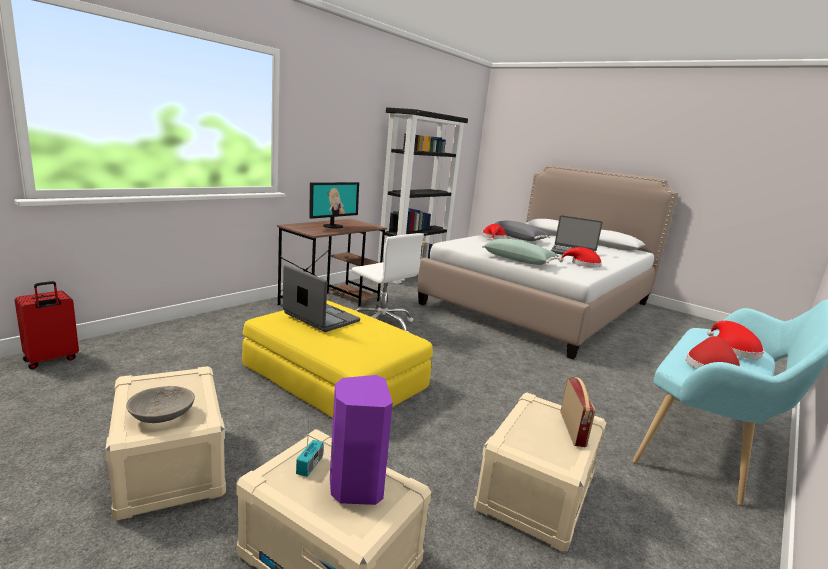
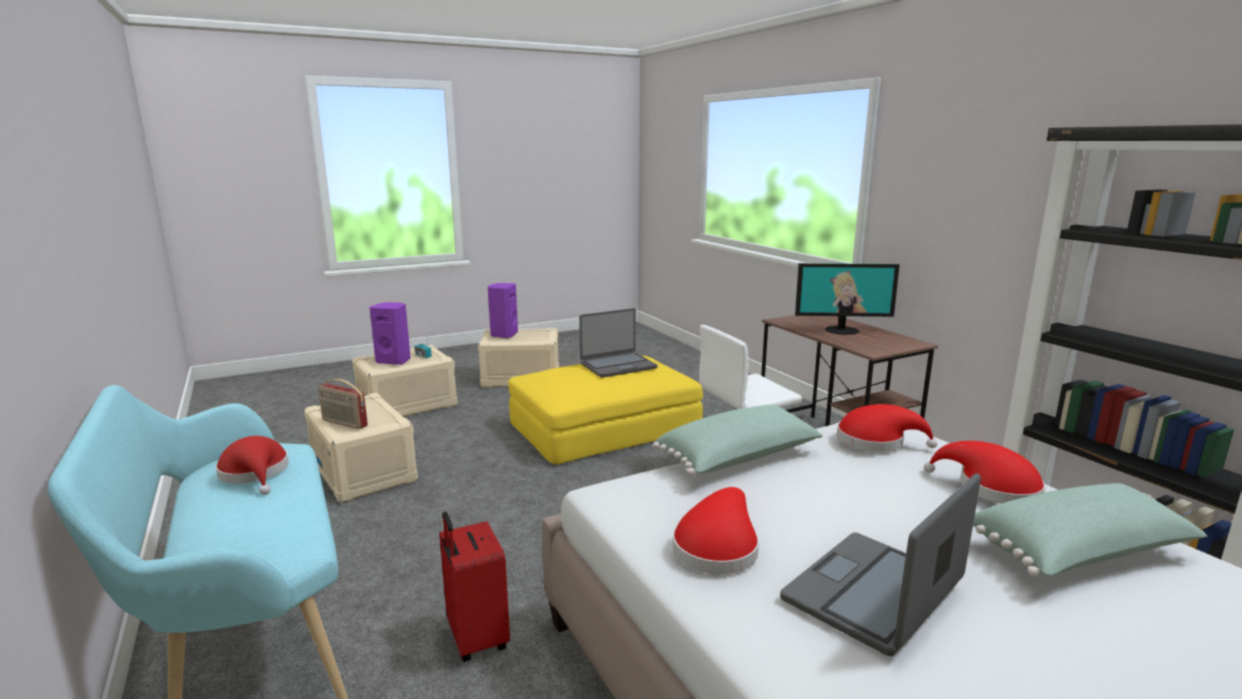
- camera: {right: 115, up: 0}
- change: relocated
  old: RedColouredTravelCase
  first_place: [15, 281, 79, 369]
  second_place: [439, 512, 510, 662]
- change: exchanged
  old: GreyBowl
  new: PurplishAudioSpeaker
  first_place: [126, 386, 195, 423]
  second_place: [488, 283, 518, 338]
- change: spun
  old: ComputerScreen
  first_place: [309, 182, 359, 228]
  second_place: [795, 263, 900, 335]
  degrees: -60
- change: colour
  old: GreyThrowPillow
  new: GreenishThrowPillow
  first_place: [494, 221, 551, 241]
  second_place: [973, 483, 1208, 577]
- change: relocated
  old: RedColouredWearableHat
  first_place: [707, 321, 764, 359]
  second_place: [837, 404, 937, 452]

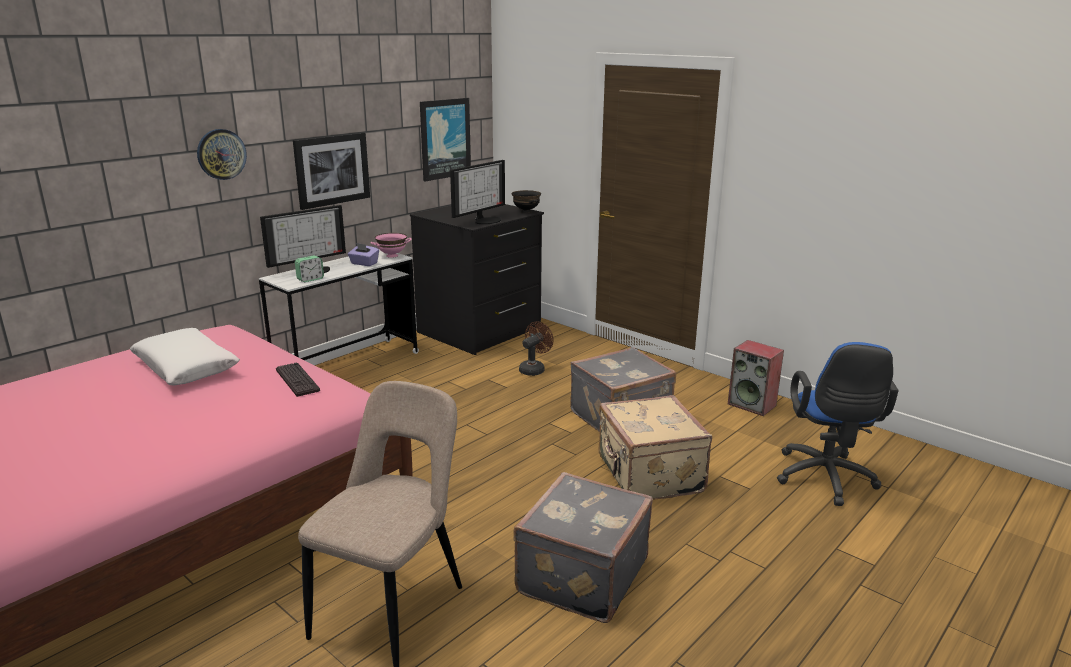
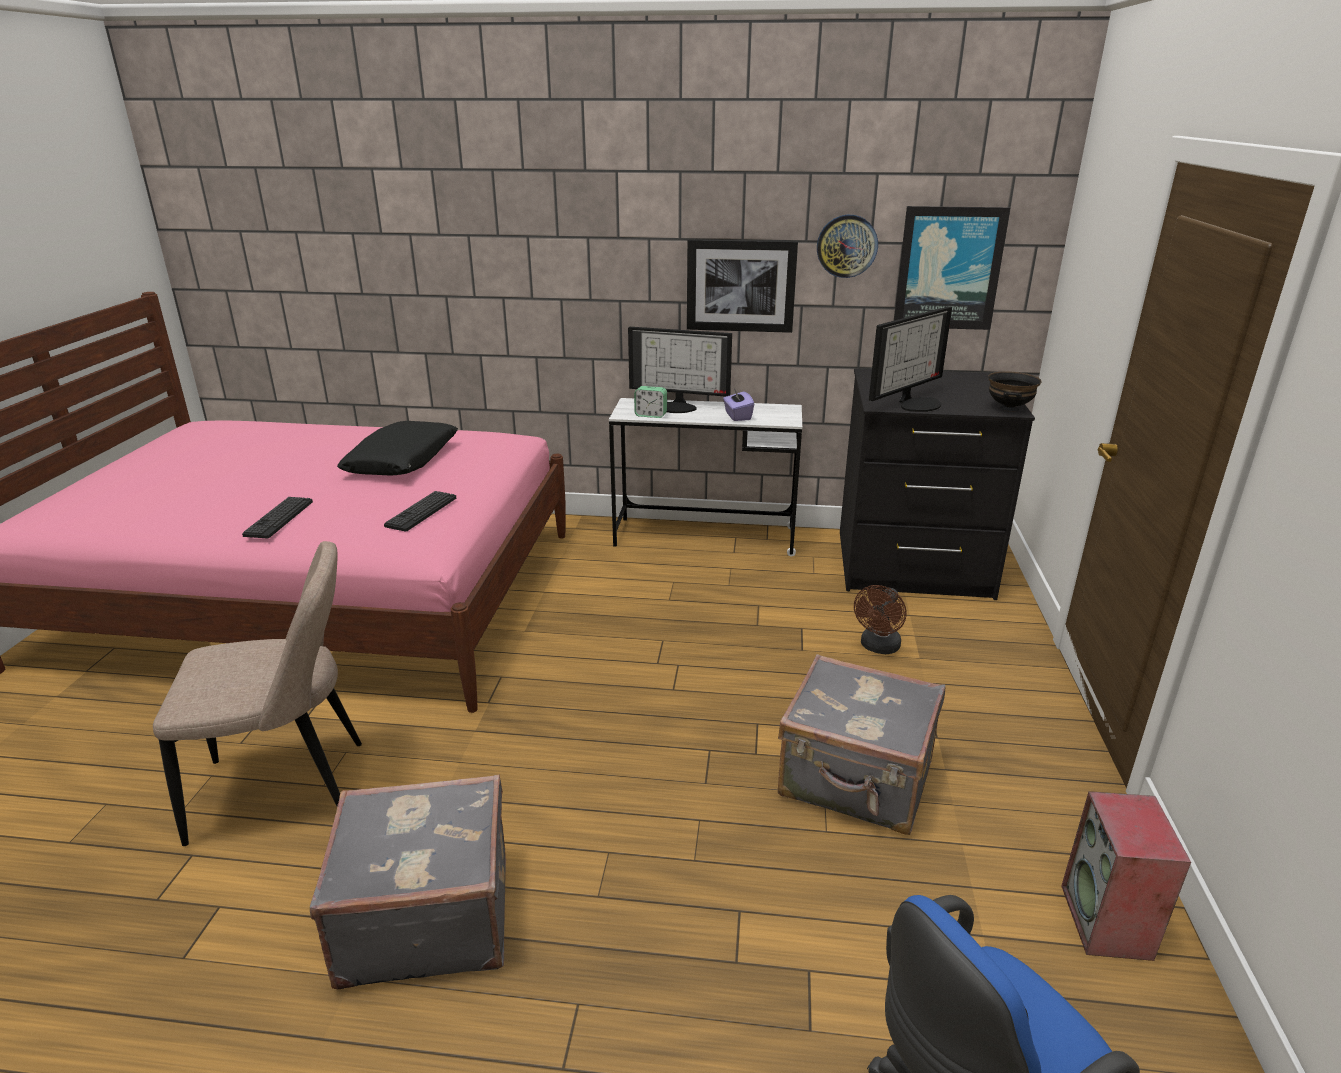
- camera: {right: 55, up: 5}
- change: colour
  old: WhiteThrowPillow
  new: BlackColouredThrowPillow
  first_place: [130, 328, 240, 385]
  second_place: [337, 421, 458, 476]
- change: relocated
  old: ClockOnTheWall
  first_place: [197, 129, 247, 180]
  second_place: [817, 215, 878, 278]
- change: missing
  old: PinkishBowl
  first_place: [370, 233, 412, 258]
- change: spun
  old: ComputerScreen
  first_place: [450, 160, 505, 224]
  second_place: [869, 306, 952, 412]
  degrees: -45
- change: spun
  old: BrownishElectricFan
  first_place: [519, 322, 554, 376]
  second_place: [854, 585, 907, 654]
  degrees: 120
- change: missing
  old: BeigeTravelCase
  first_place: [599, 395, 712, 500]
- change: appeared
  new: ComputerKeyboard
  second_place: [242, 497, 313, 538]

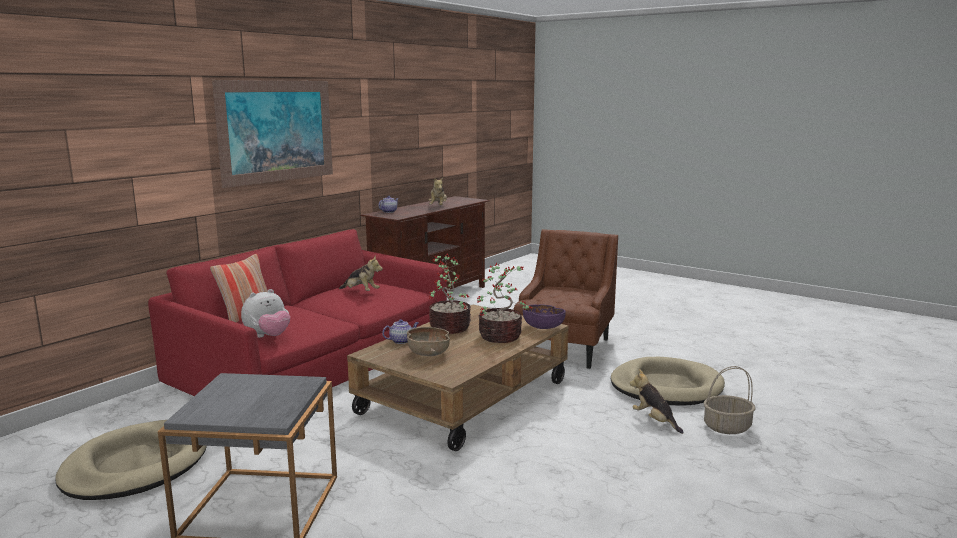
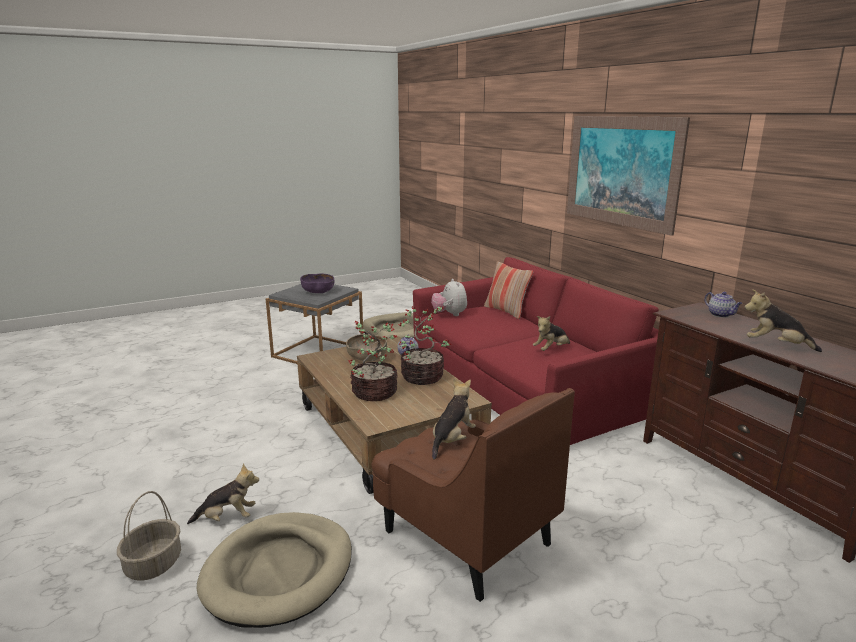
- camera: {right: 115, up: 5}
- change: relocated
  old: PurplishBowl
  first_place: [523, 305, 566, 329]
  second_place: [300, 273, 334, 293]
- change: appeared
  new: CuddlyToy
  second_place: [432, 379, 476, 460]

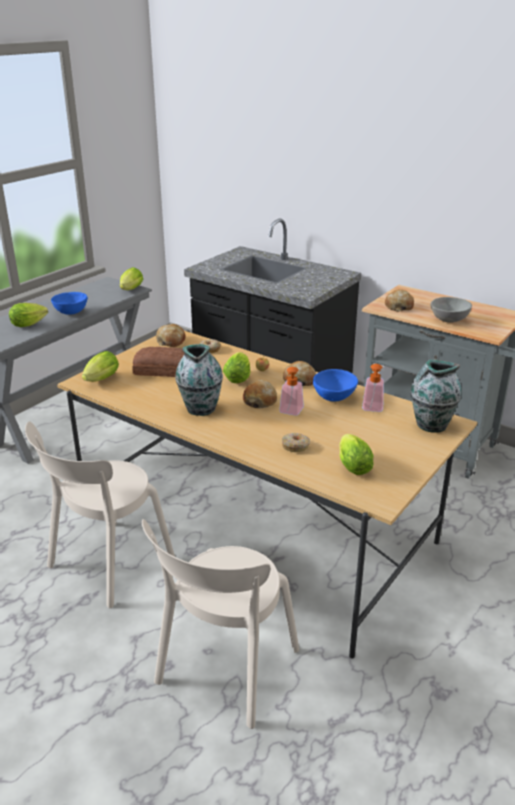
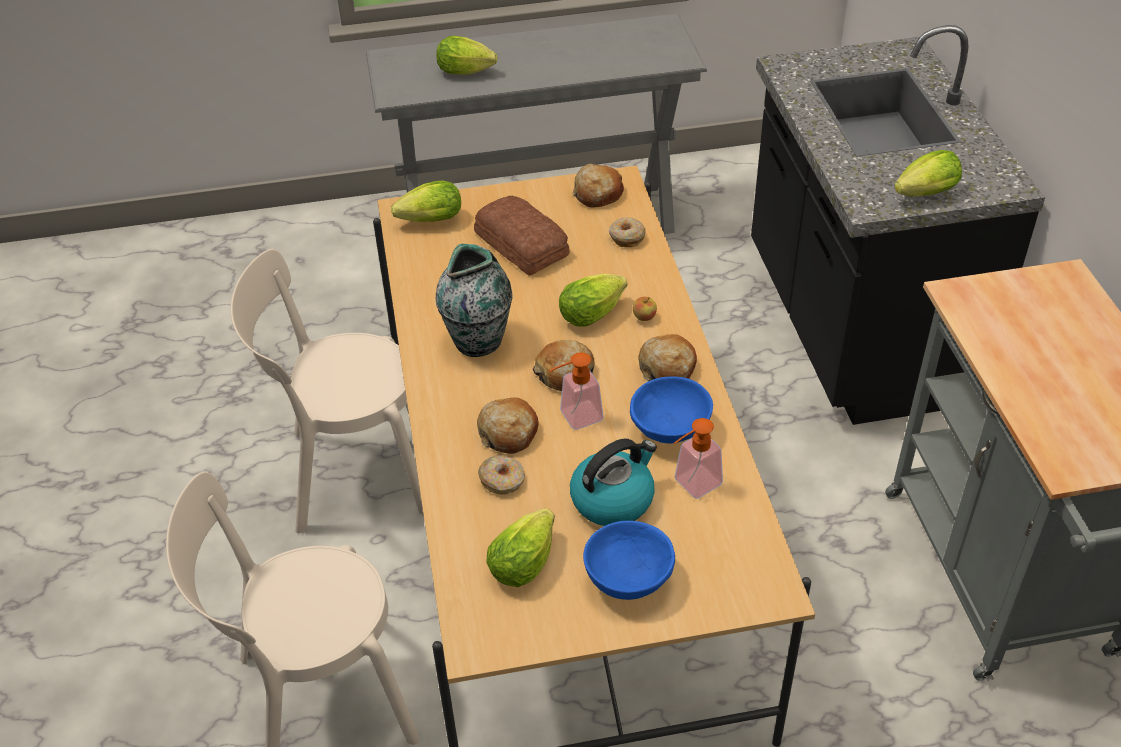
- camera: {right: 45, up: 15}
- change: relocated
  old: BluishBowl
  first_place: [51, 292, 88, 315]
  second_place: [583, 521, 675, 600]
- change: relocated
  old: HeadOfLettuce
  first_place: [120, 267, 143, 290]
  second_place: [894, 150, 962, 196]
- change: relocated
  old: BakeryBread
  first_place: [385, 289, 414, 312]
  second_place: [477, 397, 539, 454]
- change: missing
  old: DecorativeVase
  first_place: [411, 360, 461, 433]
- change: missing
  old: GreyBowl
  first_place: [430, 297, 472, 323]
- change: appeared
  new: TeaKettle
  second_place: [570, 439, 657, 526]

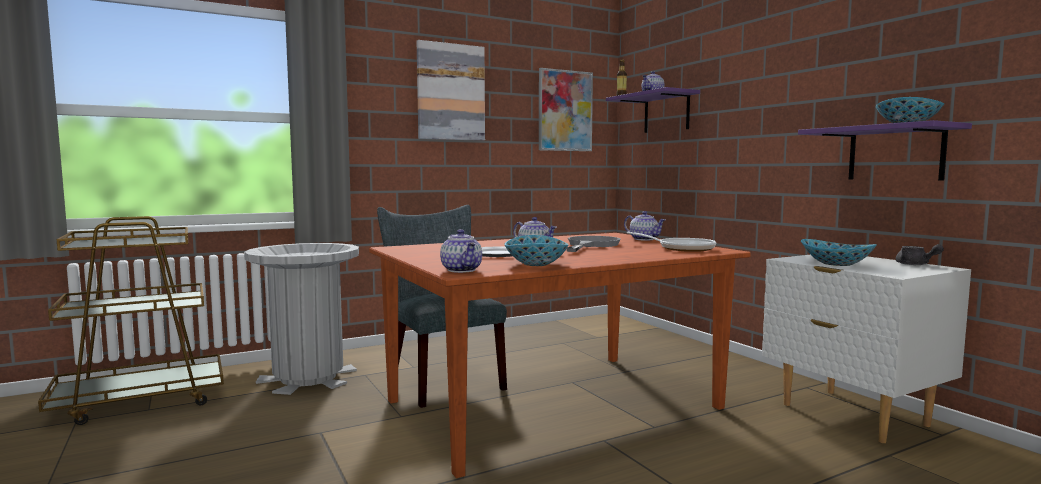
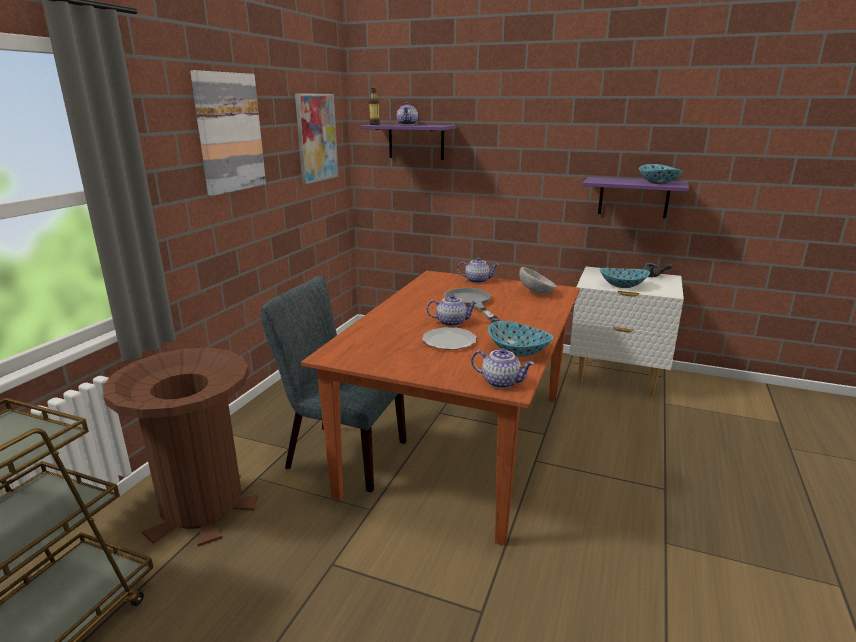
- camera: {right: -40, up: 15}
- change: colour
  old: GreyRubbishBin
  new: BrownishRubbishBin
  first_place: [244, 243, 359, 395]
  second_place: [103, 348, 258, 547]
- change: exchanged
  old: Pan
  new: Bowl
  first_place: [627, 232, 716, 252]
  second_place: [519, 267, 556, 294]

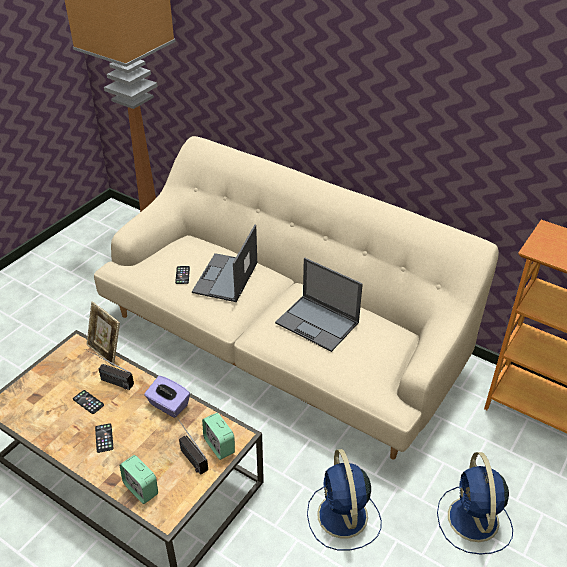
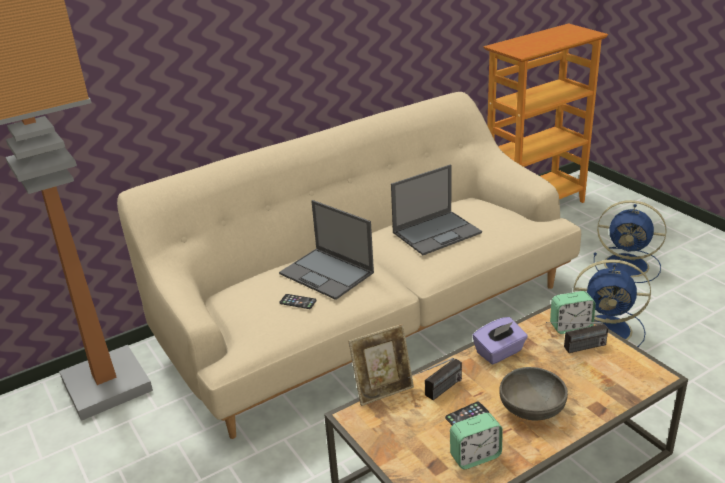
- camera: {right: -65, up: -10}
- change: exchanged
  old: Handset
  new: GreyBowl
  first_place: [95, 423, 113, 453]
  second_place: [499, 367, 568, 420]
- change: relocated
  old: BedsideClock
  first_place: [119, 455, 158, 504]
  second_place: [450, 413, 503, 469]

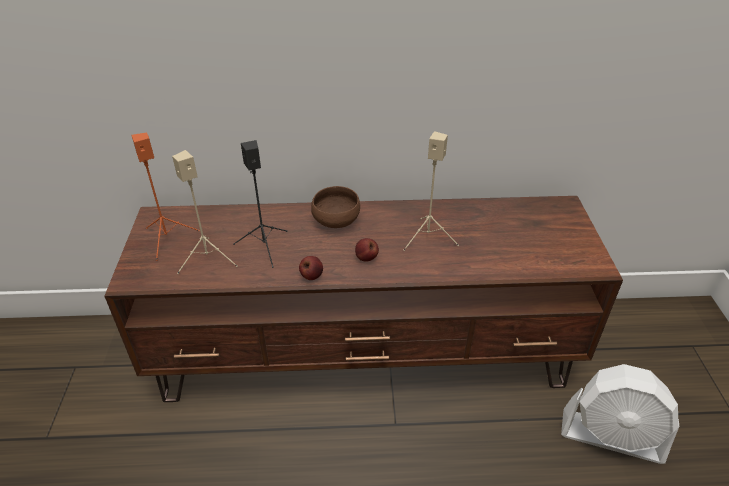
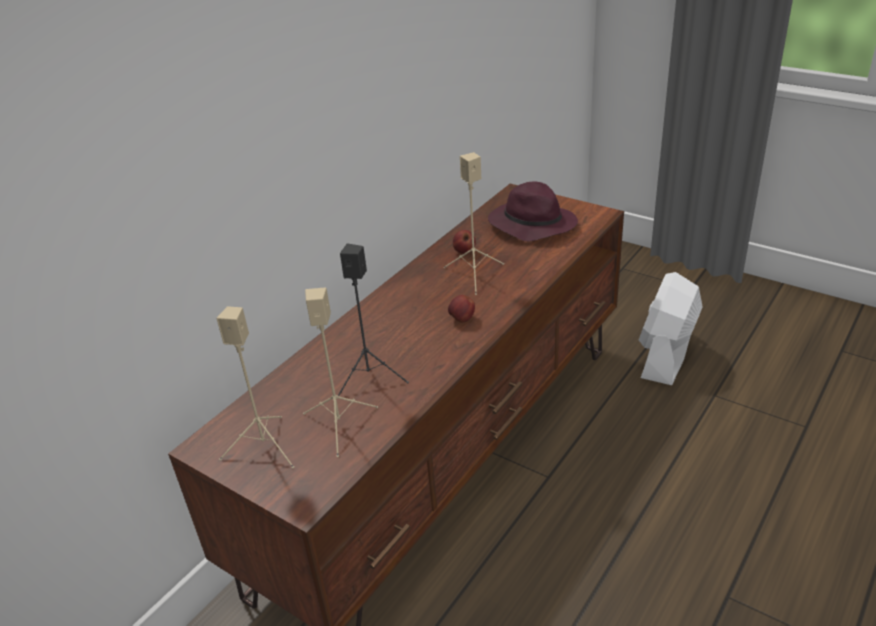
- camera: {right: -50, up: -5}
- change: colour
  old: OrangeColouredAudioSpeaker
  new: BeigeAudioSpeaker
  first_place: [131, 132, 200, 261]
  second_place: [216, 306, 294, 468]
- change: relocated
  old: Apple
  first_place: [299, 256, 323, 280]
  second_place: [453, 230, 476, 254]
- change: missing
  old: BrownishBowl
  first_place: [311, 186, 360, 228]
- change: spun
  old: WhiteElectricFan
  first_place: [561, 364, 679, 464]
  second_place: [639, 272, 703, 385]
  degrees: 150
- change: appeared
  new: PurplishWearableHat
  second_place: [488, 181, 578, 241]

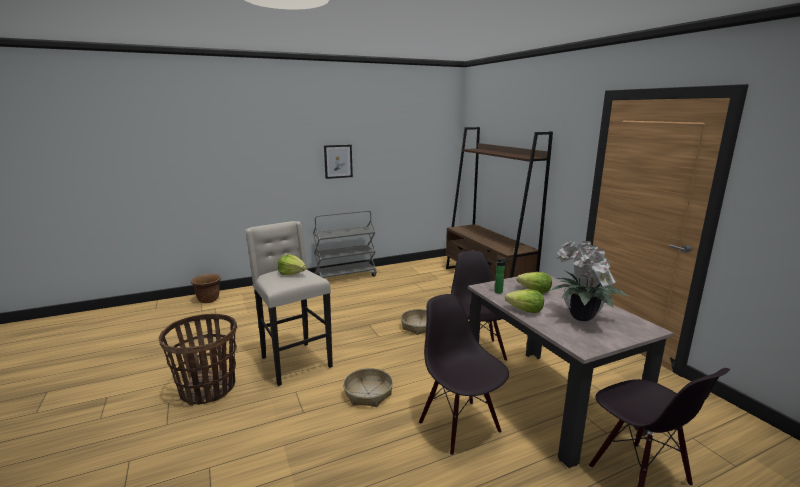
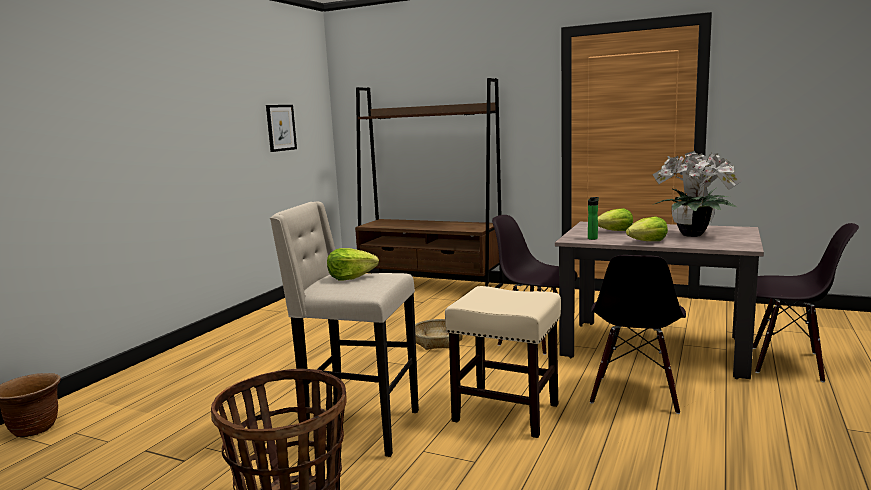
- camera: {right: -40, up: -5}
- change: missing
  old: GreyWheeledCart
  first_place: [313, 211, 377, 278]
- change: relocated
  old: WallArt
  first_place: [324, 145, 353, 179]
  second_place: [266, 105, 297, 152]
- change: exchanged
  old: HouseholdBasket
  new: BeigeStoolSeat
  first_place: [343, 368, 393, 407]
  second_place: [445, 286, 561, 438]
- change: spun
  old: BlackColouredPlainChair
  first_place: [419, 294, 509, 456]
  second_place: [590, 255, 686, 414]
  degrees: -90

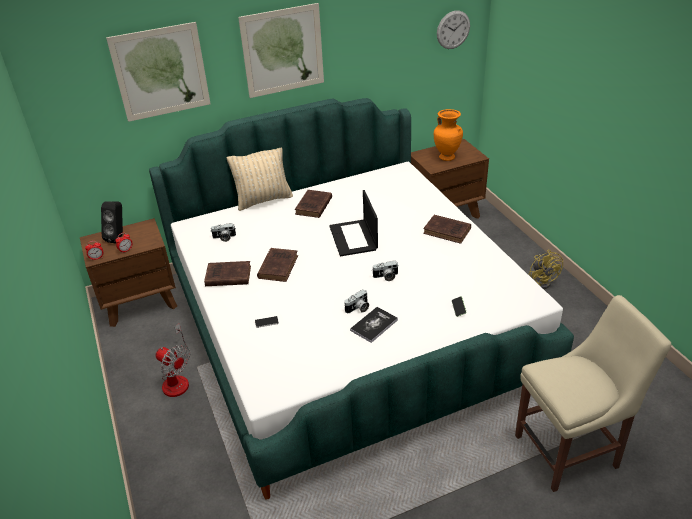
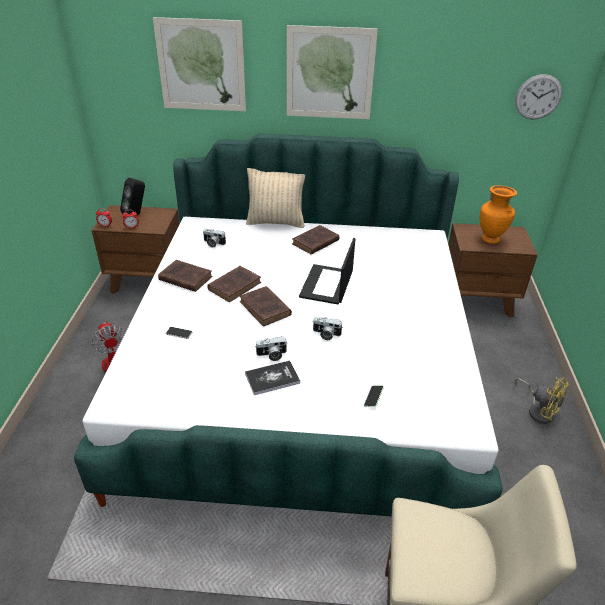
- camera: {right: 25, up: 0}
- change: relocated
  old: BrownishBoundBook
  first_place: [423, 215, 471, 244]
  second_place: [240, 286, 292, 326]
- change: spun
  old: YellowColouredElectricFan
  first_place: [528, 250, 563, 289]
  second_place: [515, 377, 569, 424]
  degrees: -60

